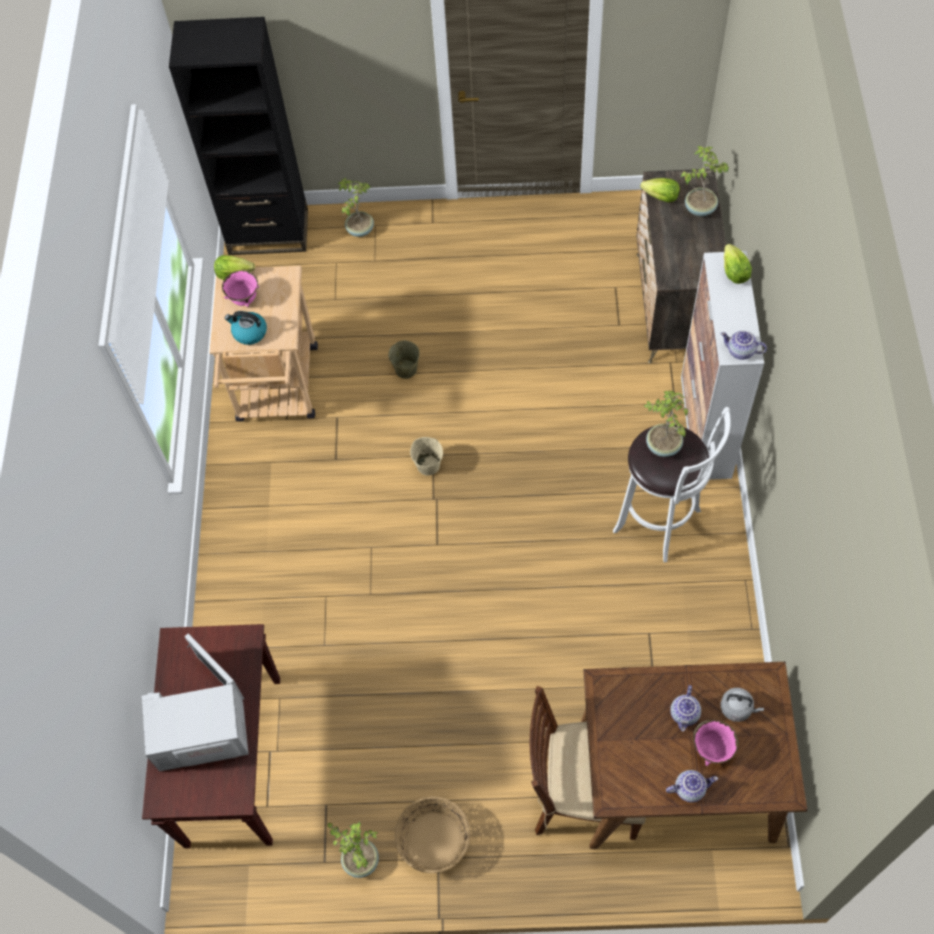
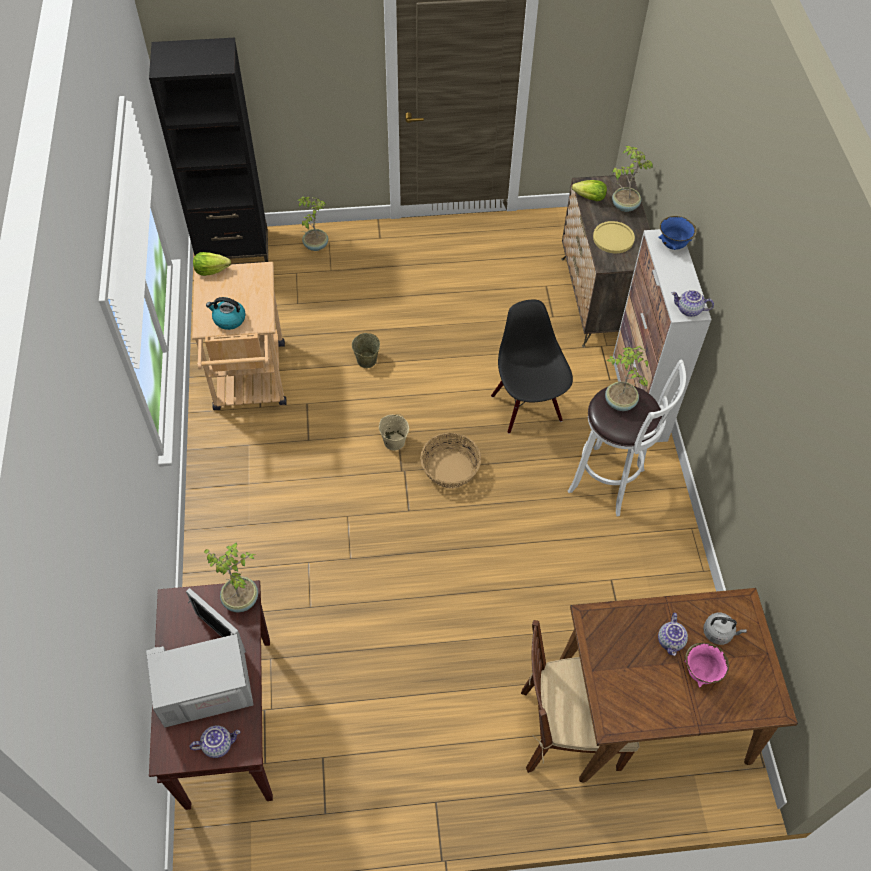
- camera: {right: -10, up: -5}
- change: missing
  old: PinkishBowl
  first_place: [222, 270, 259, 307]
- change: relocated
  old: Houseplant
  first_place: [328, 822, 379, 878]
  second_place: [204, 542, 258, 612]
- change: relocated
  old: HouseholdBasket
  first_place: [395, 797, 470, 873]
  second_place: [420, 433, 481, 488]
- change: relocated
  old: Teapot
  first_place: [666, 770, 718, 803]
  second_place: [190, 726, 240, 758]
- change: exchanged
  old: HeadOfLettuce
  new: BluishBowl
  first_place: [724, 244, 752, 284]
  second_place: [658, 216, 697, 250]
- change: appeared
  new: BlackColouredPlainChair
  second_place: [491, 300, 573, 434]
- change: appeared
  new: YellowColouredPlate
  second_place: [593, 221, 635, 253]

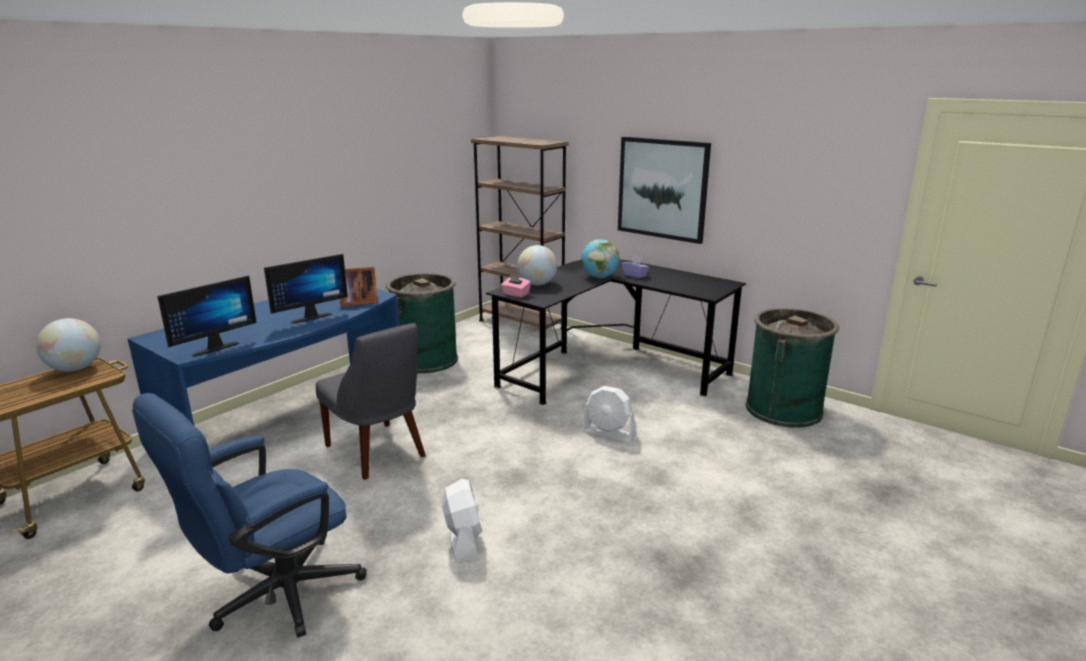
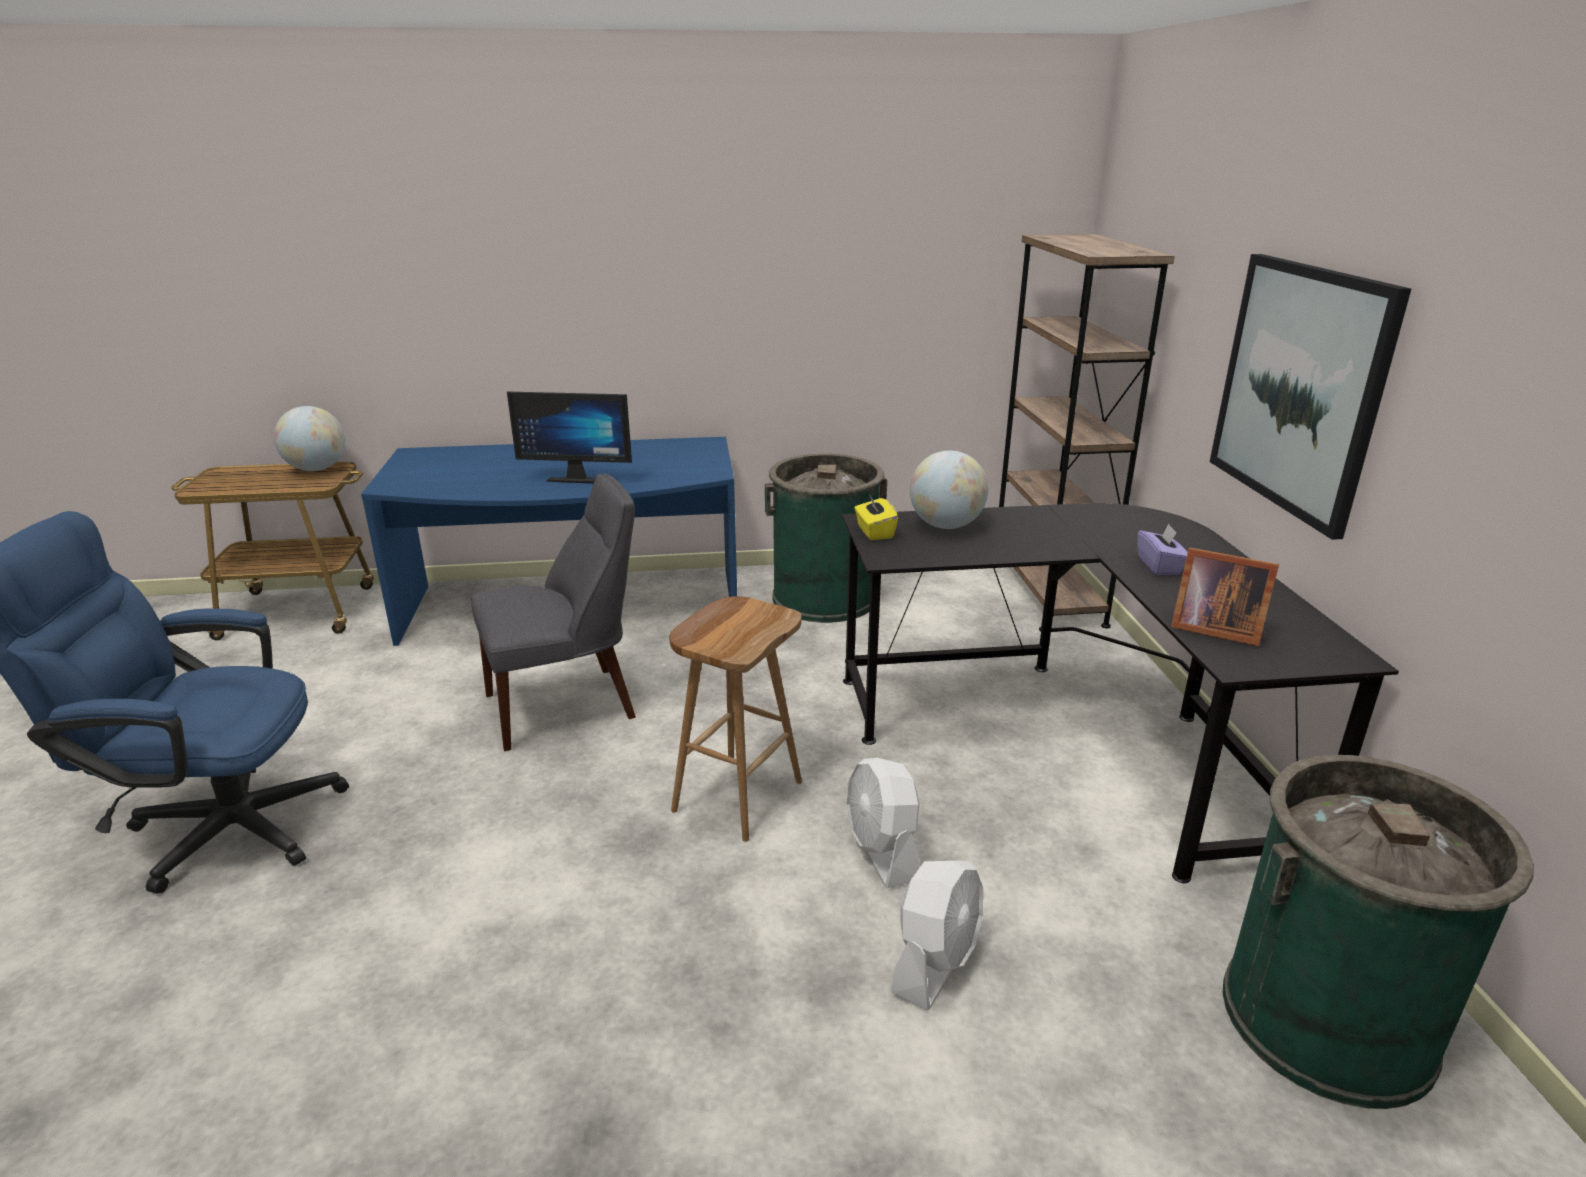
- camera: {right: 45, up: 5}
- change: missing
  old: ComputerScreen
  first_place: [157, 275, 257, 357]
- change: spun
  old: GreyPlainChair
  first_place: [315, 323, 426, 480]
  second_place: [471, 473, 636, 751]
  degrees: -120
- change: relocated
  old: PhotoFrame
  first_place: [340, 267, 378, 306]
  second_place: [1171, 548, 1279, 646]
- change: relocated
  old: WhiteElectricFan
  first_place: [441, 479, 483, 563]
  second_place: [891, 861, 983, 1011]
- change: colour
  old: PinkishTissueBox
  new: YellowColouredTissueBox
  first_place: [501, 275, 531, 298]
  second_place: [854, 494, 898, 540]
- change: missing
  old: Globe
  first_place: [581, 239, 620, 278]
- change: appeared
  new: BrownishStoolSeat
  second_place: [669, 596, 802, 842]

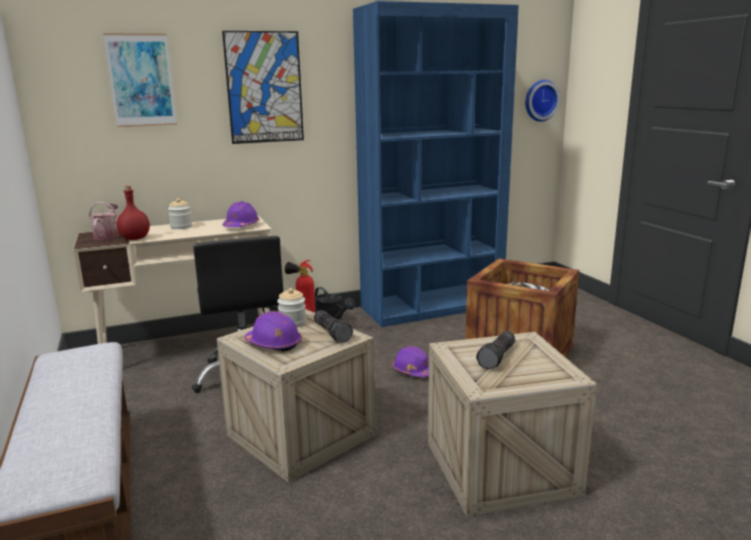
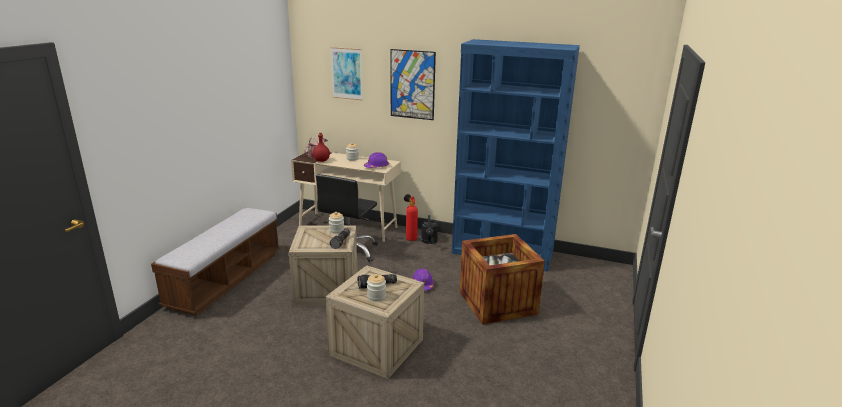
- camera: {right: 40, up: 5}
- change: missing
  old: PurplishSafetyHelmet
  first_place: [245, 311, 302, 352]
- change: missing
  old: ClockOnTheWall
  first_place: [525, 80, 560, 122]
- change: appeared
  new: Jar
  second_place: [367, 274, 386, 301]

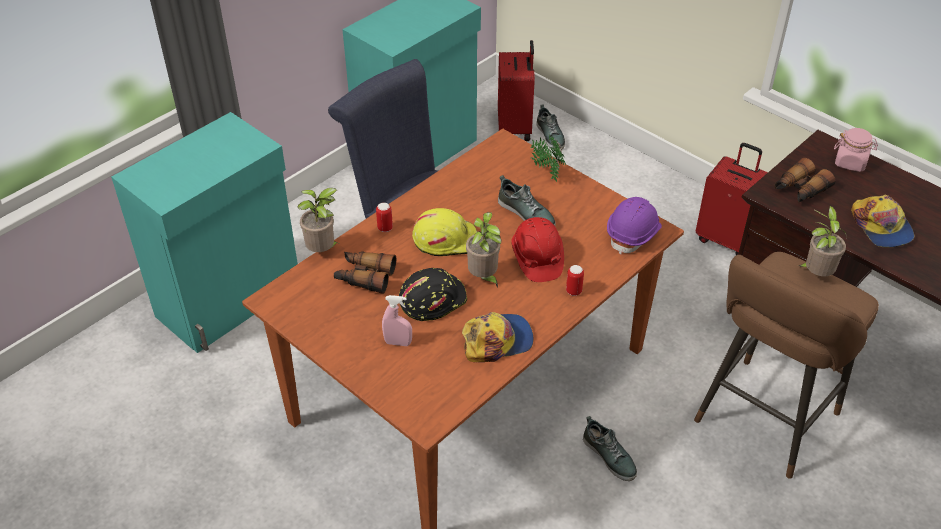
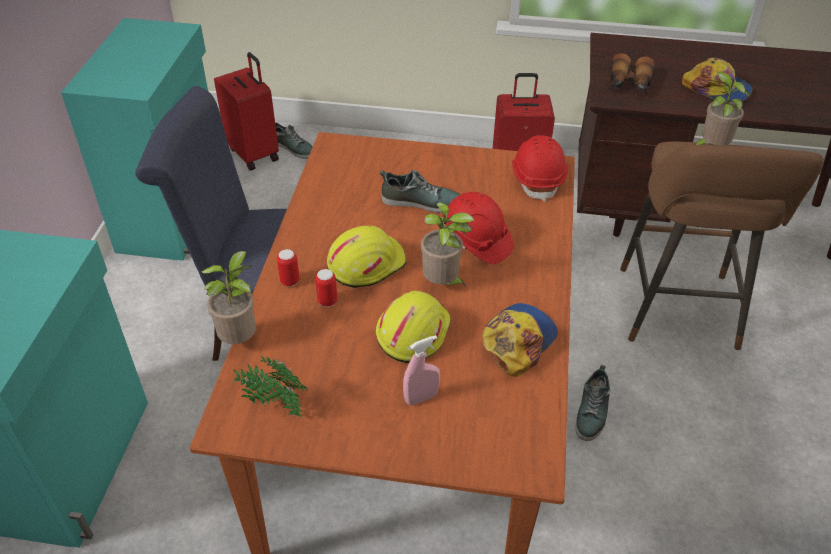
- camera: {right: -35, up: 0}
- change: missing
  old: Binoculars
  first_place: [334, 251, 396, 294]
- change: colour
  old: BlackColouredSafetyHelmet
  new: YellowColouredSafetyHelmet
  first_place: [399, 268, 467, 321]
  second_place: [376, 291, 451, 363]
- change: relocated
  old: Houseplant
  first_place: [531, 135, 566, 182]
  second_place: [234, 355, 308, 418]
- change: relocated
  old: Can
  first_place: [566, 265, 584, 296]
  second_place: [315, 269, 337, 307]
- change: spun
  old: LowShoe
  first_place: [583, 416, 637, 481]
  second_place: [575, 365, 610, 441]
  degrees: 90
- change: colour
  old: PurplishSafetyHelmet
  new: RedColouredSafetyHelmet
  first_place: [607, 197, 662, 254]
  second_place: [512, 135, 568, 202]
- change: missing
  old: PinkishJar
  first_place: [834, 128, 878, 172]

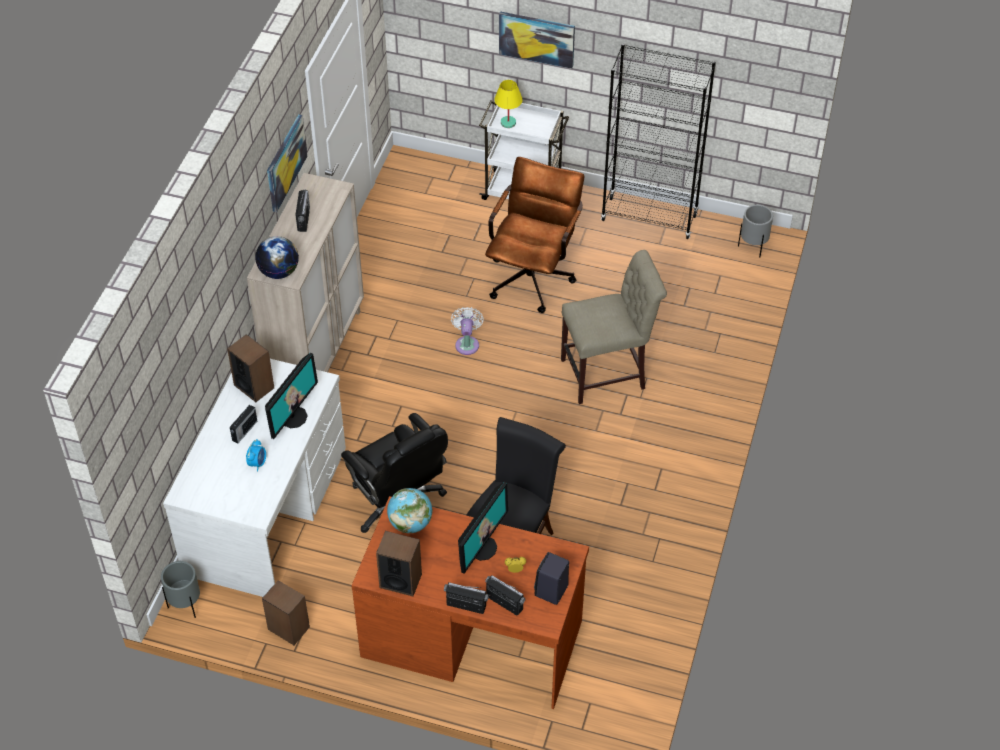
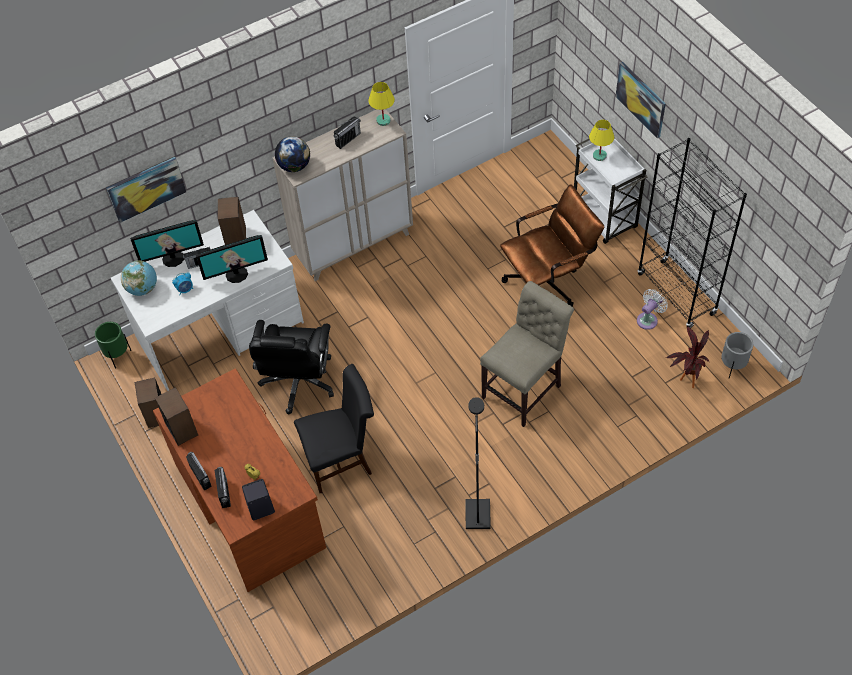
- camera: {right: 45, up: 5}
- change: colour
  old: GreyFlowerPot
  new: GreenishFlowerPot
  first_place: [161, 561, 200, 618]
  second_place: [95, 322, 131, 368]
- change: relocated
  old: WallArt
  first_place: [267, 114, 307, 212]
  second_place: [106, 157, 186, 223]
- change: relocated
  old: Globe
  first_place: [387, 488, 433, 533]
  second_place: [121, 260, 157, 296]
- change: relocated
  old: WhiteElectricFan
  first_place: [451, 307, 484, 355]
  second_place: [637, 289, 668, 330]
- change: relocated
  old: ComputerScreen
  first_place: [458, 482, 508, 574]
  second_place: [130, 220, 204, 267]
- change: spun
  old: BeigePlainChair
  first_place: [561, 250, 667, 404]
  second_place: [480, 281, 574, 427]
  degrees: -75
- change: appeared
  new: YellowColouredTableLamp
  second_place: [368, 82, 395, 126]
- change: appeared
  new: BlackColouredStandardLamp
  second_place: [465, 397, 491, 529]
- change: appeared
  new: Houseplant
  second_place: [666, 327, 709, 388]

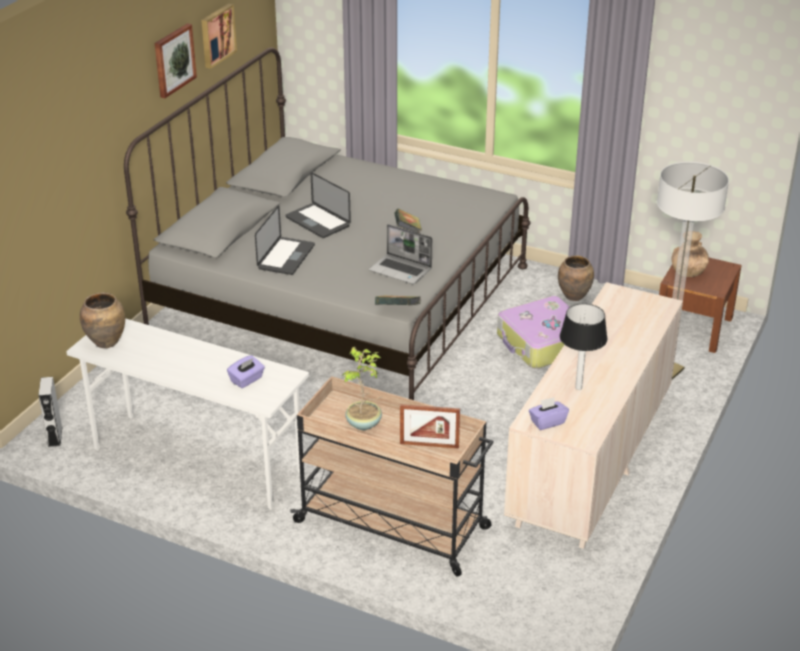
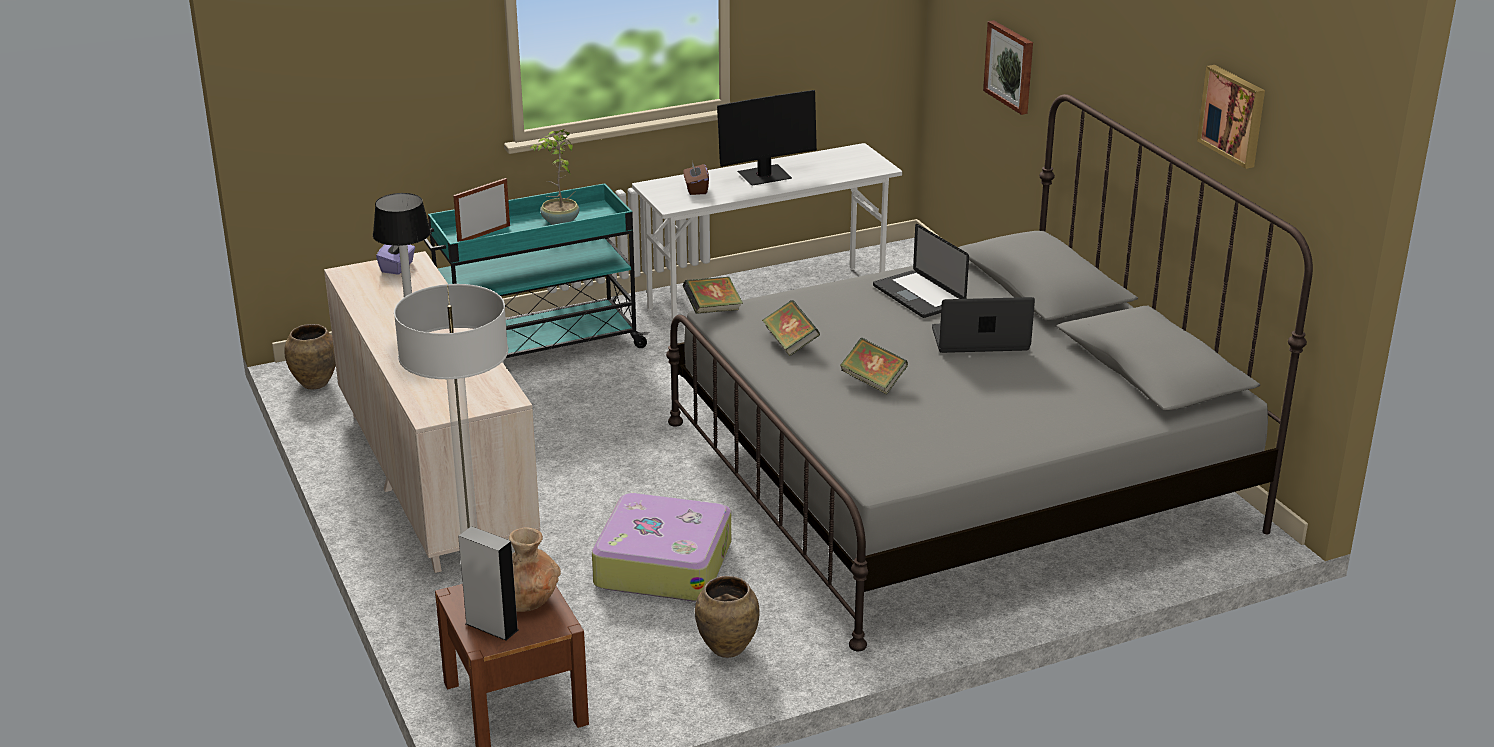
- camera: {right: 130, up: -5}
- change: relocated
  old: GreyAudioSpeaker
  first_place: [38, 377, 62, 447]
  second_place: [458, 526, 518, 641]
- change: relocated
  old: BrownishDecorativeVase
  first_place: [80, 293, 125, 348]
  second_place: [284, 324, 336, 389]
- change: relocated
  old: WallArt
  first_place: [155, 23, 197, 98]
  second_place: [983, 20, 1033, 115]
- change: colour
  old: PurplishTissueBox
  new: BrownishTissueBox
  first_place: [227, 355, 265, 388]
  second_place: [683, 162, 709, 195]
- change: colour
  old: BeigeWheeledCart
  new: BlueGreenWheeledCart
  first_place: [290, 376, 493, 577]
  second_place: [423, 183, 649, 358]
- change: exchanged
  old: PortableComputer
  new: BoundBook
  first_place: [369, 224, 432, 284]
  second_place: [762, 300, 820, 356]
- change: appeared
  new: ComputerScreen
  second_place: [717, 90, 817, 185]

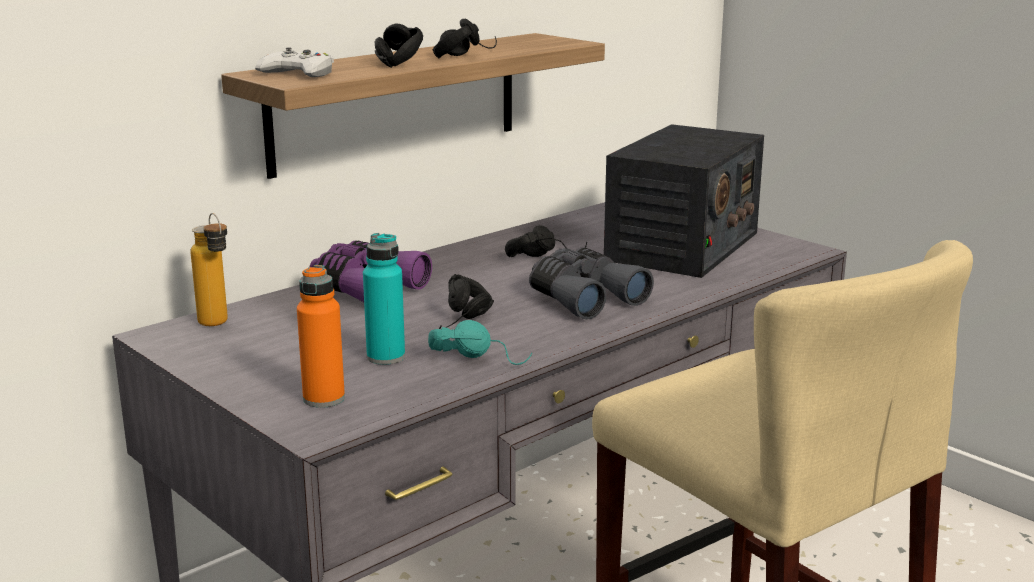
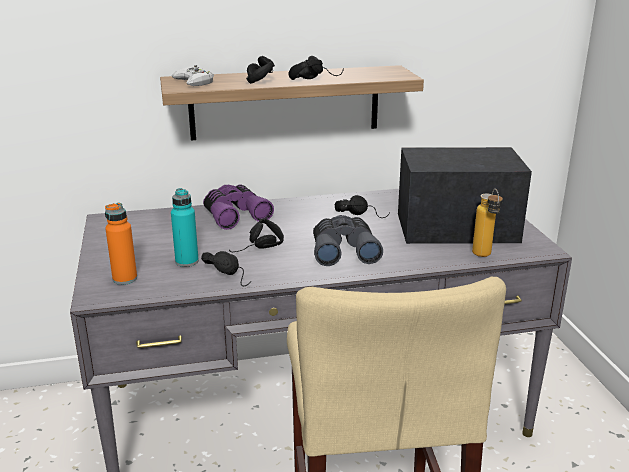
- camera: {right: 30, up: 5}
- change: relocated
  old: DrinkBottle
  first_place: [191, 213, 228, 326]
  second_place: [472, 189, 503, 257]
- change: colour
  old: BlueGreenHeadphones
  new: BlackColouredHeadphones
  first_place: [428, 320, 532, 365]
  second_place: [201, 251, 251, 286]
- change: spun
  old: RadioSet
  first_place: [604, 124, 764, 278]
  second_place: [398, 147, 532, 244]
  degrees: -150

